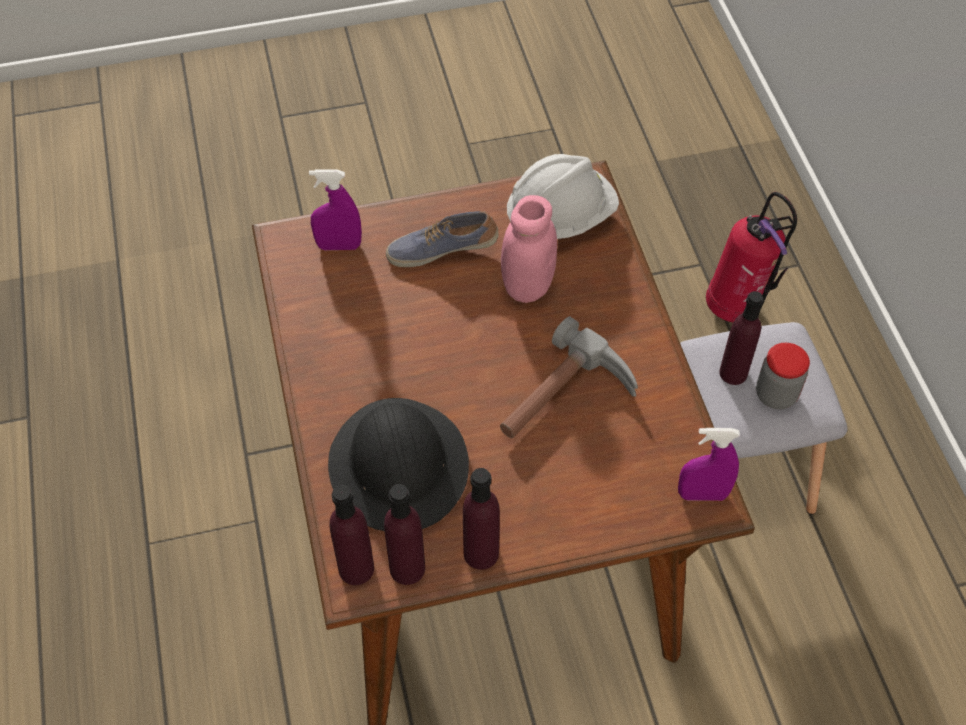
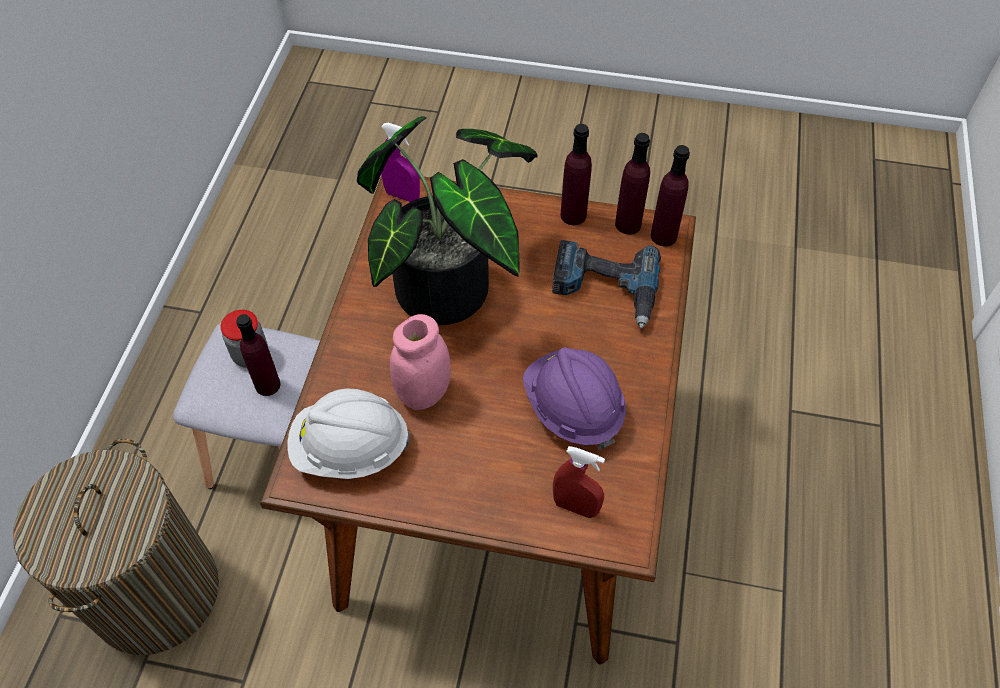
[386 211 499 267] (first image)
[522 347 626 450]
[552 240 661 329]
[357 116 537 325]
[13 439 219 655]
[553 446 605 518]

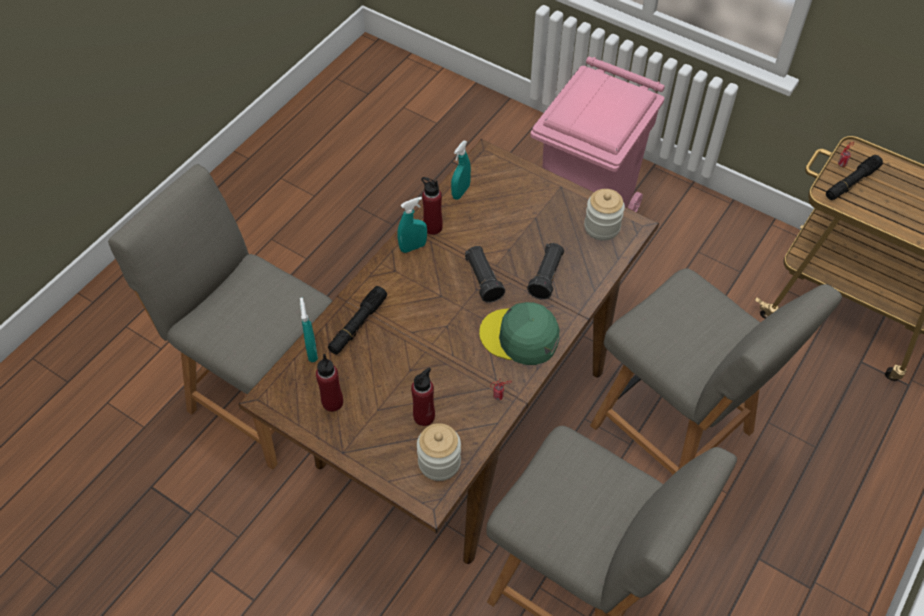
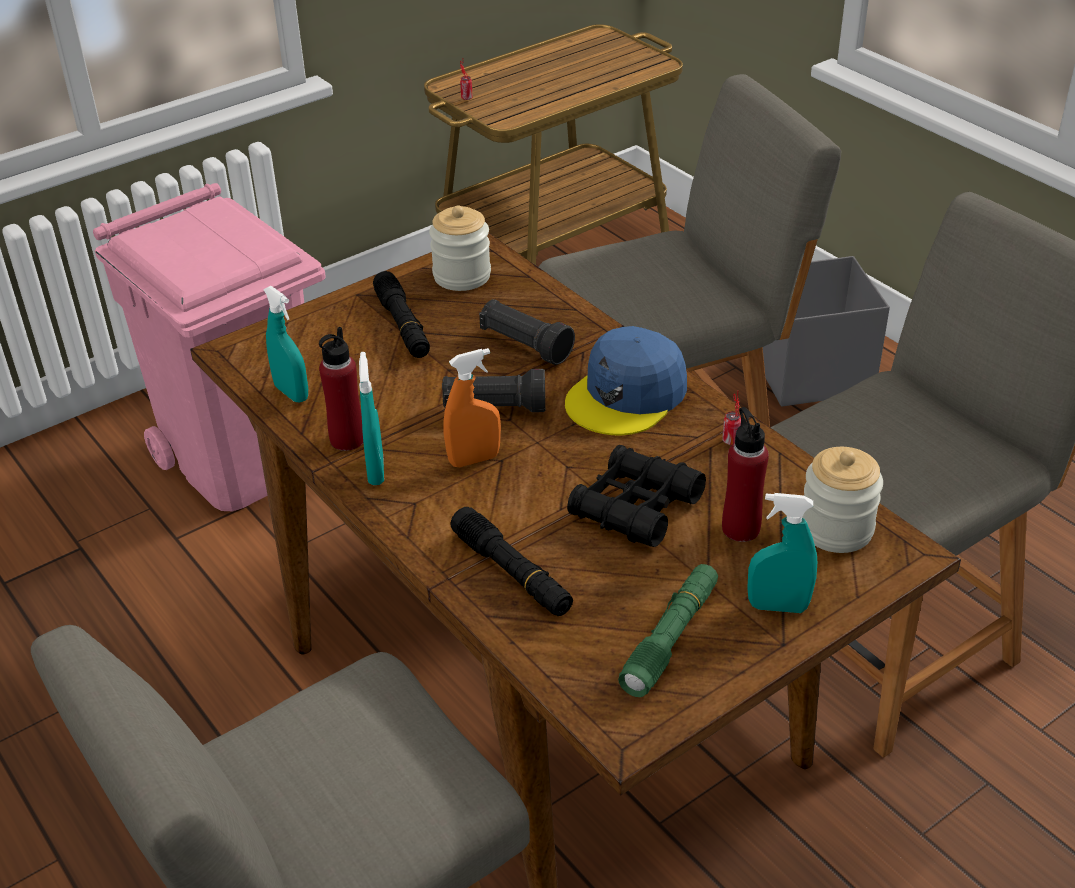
[444 348 501 467]
[567 445 706 547]
[763 256 890 407]
[747 493 817 613]
[373 271 430 358]
[618 564 718 697]
[565 326 687 435]

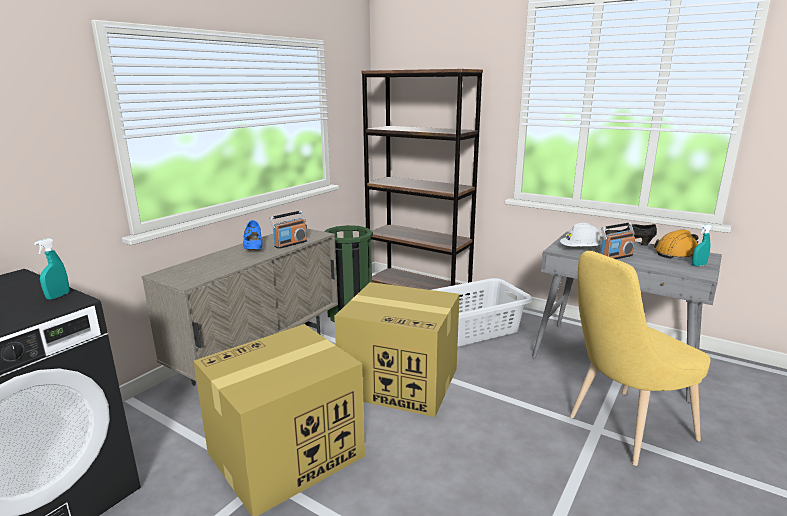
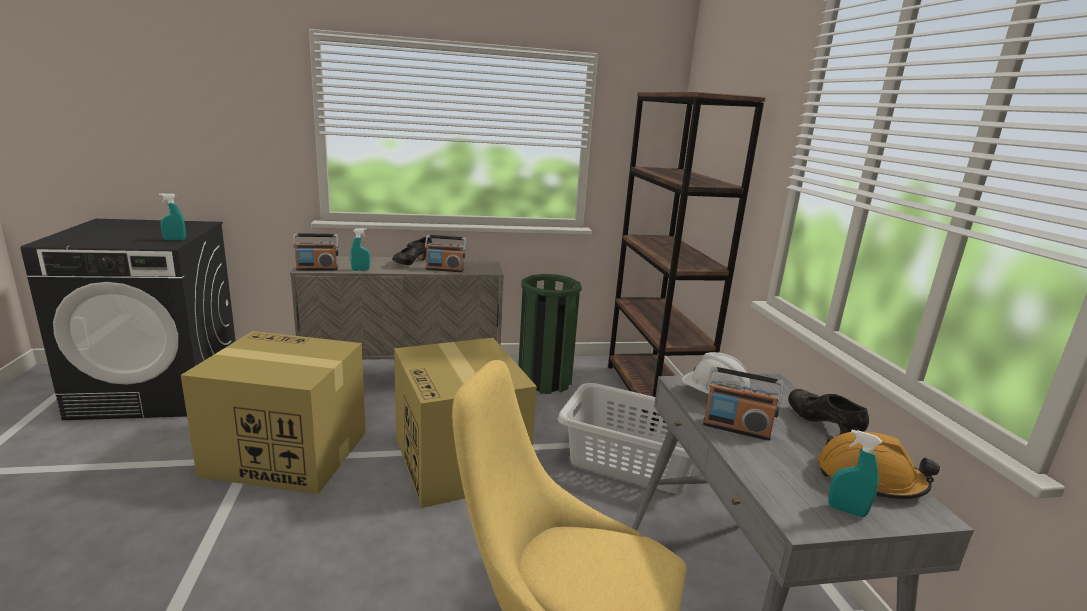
[293 233 339 271]
[350 228 370 271]
[392 237 432 265]

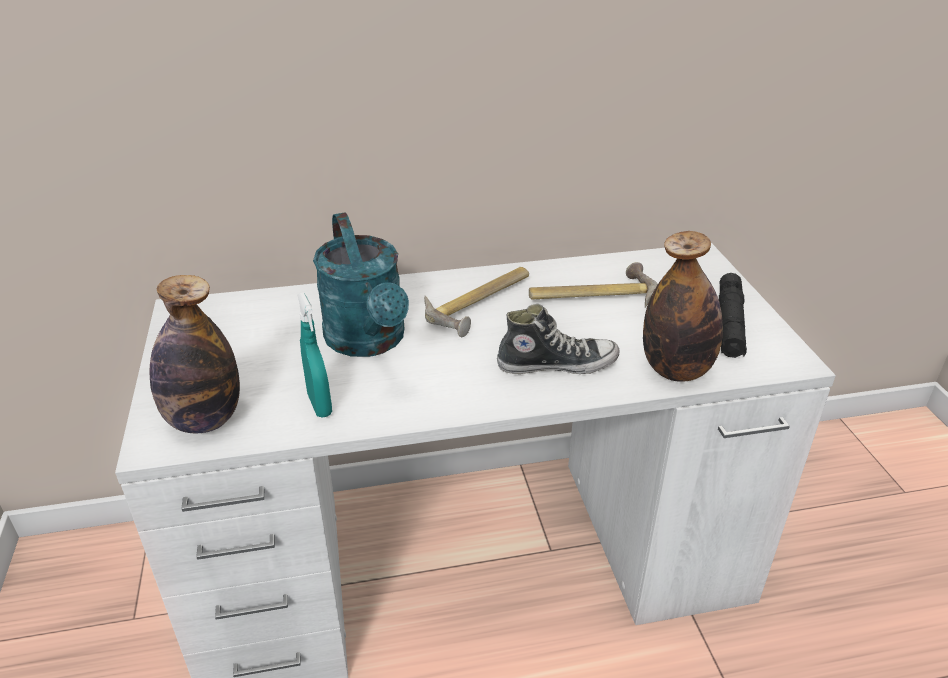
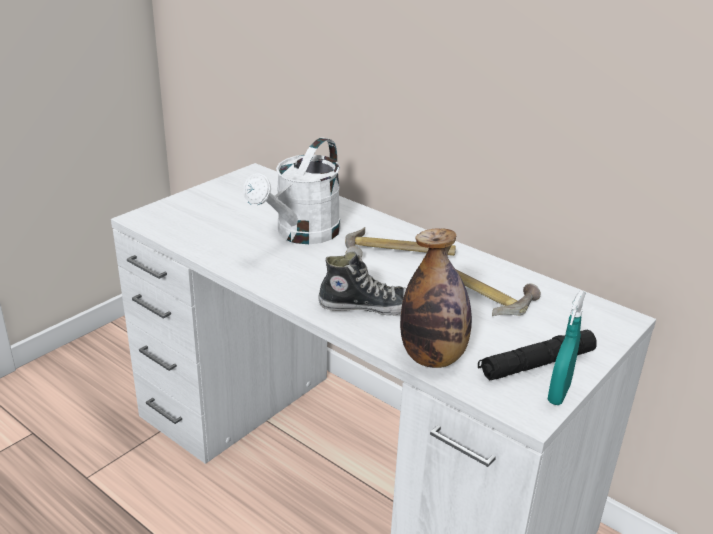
[150 275 240 434] (first image)
[547 290 586 405]
[243 137 341 244]
[318 252 407 316]

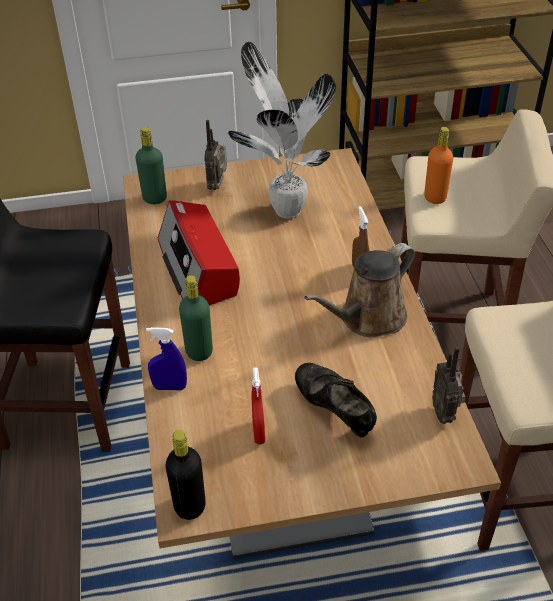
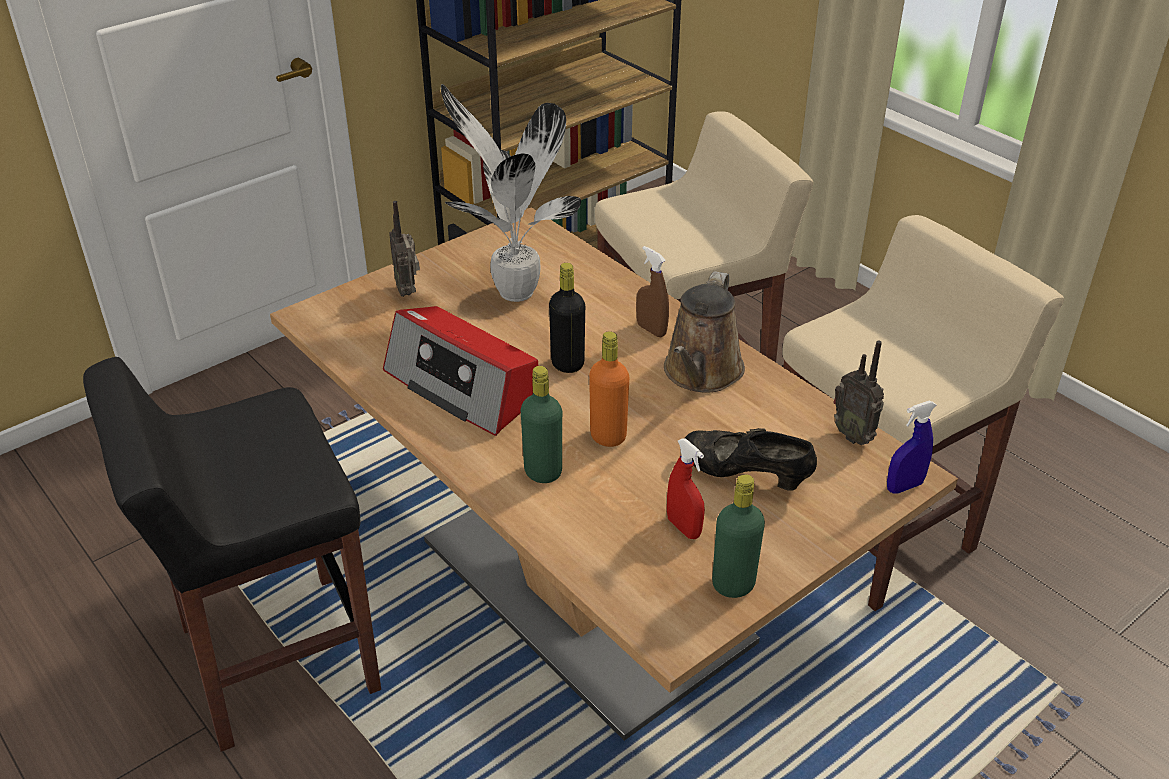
[712 474 765 598]
[887 401 937 494]
[549 263 585 373]
[589 331 629 447]

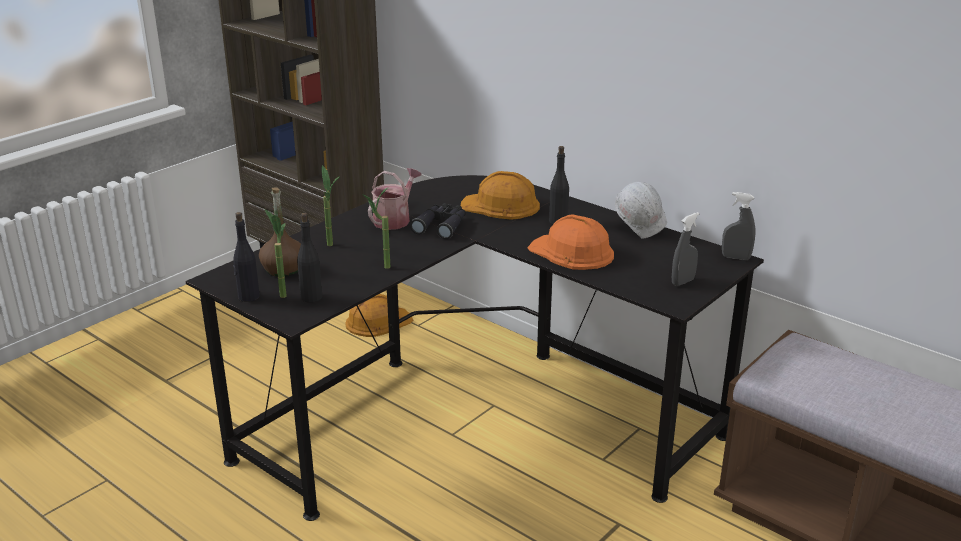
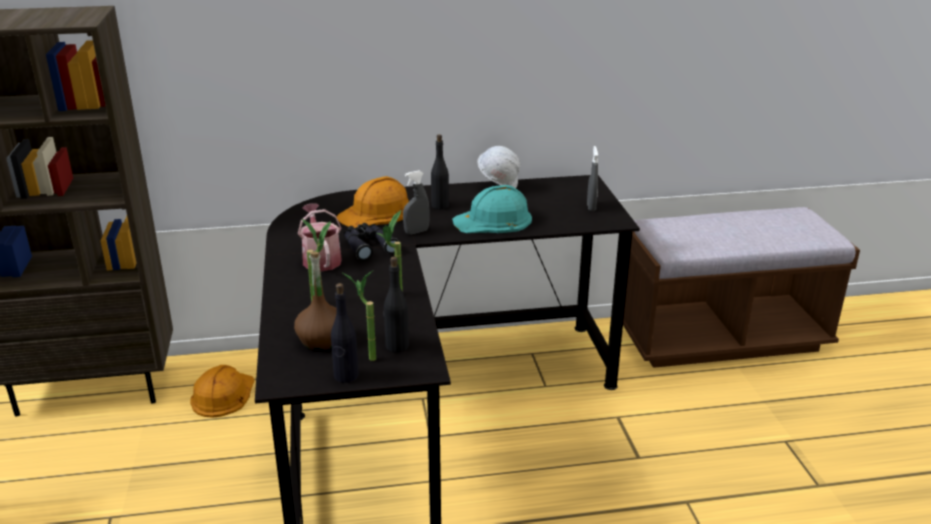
[403 170 430 234]
[452 185 532 233]

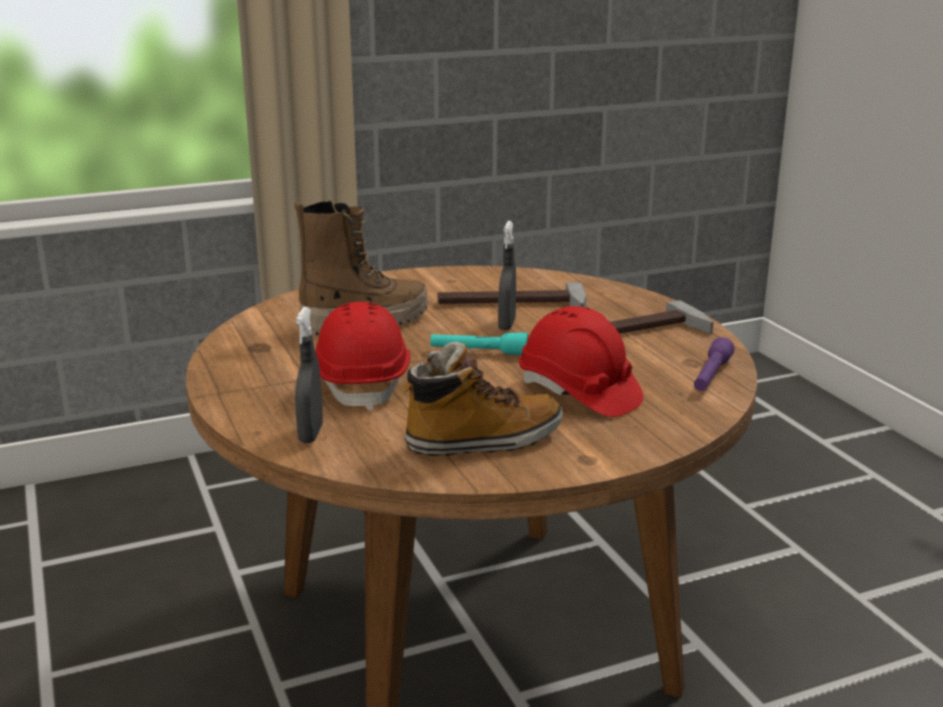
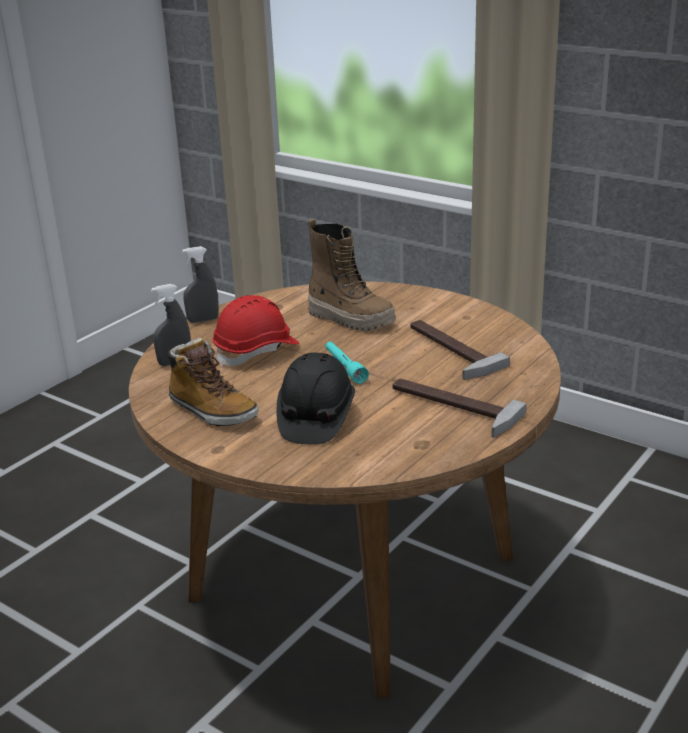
[694 337 735 391] (first image)
[182 246 219 323]
[276 353 355 445]

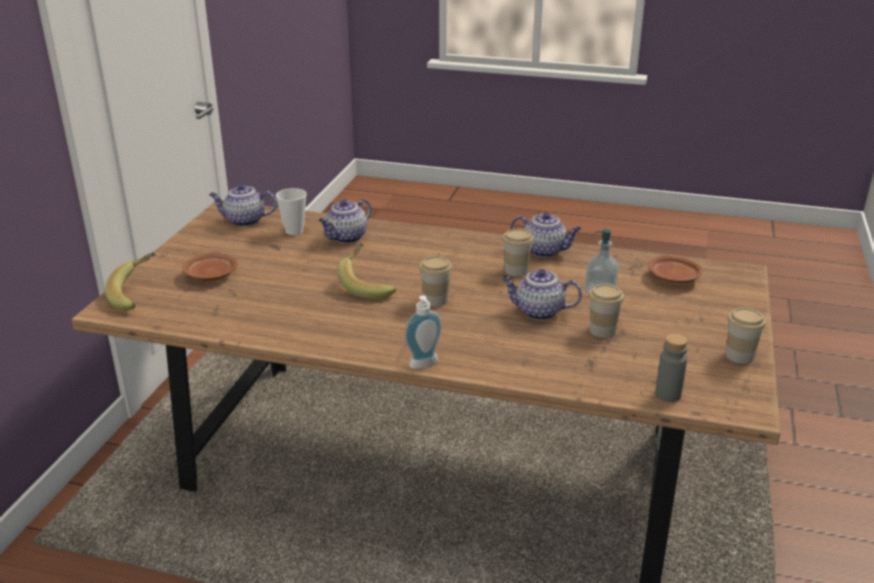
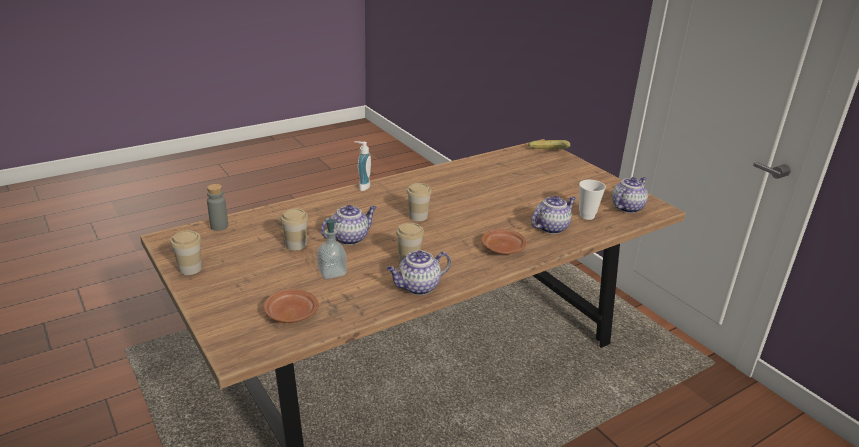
[338 243 396 299] (first image)
[482 229 527 254]
[531 196 576 234]

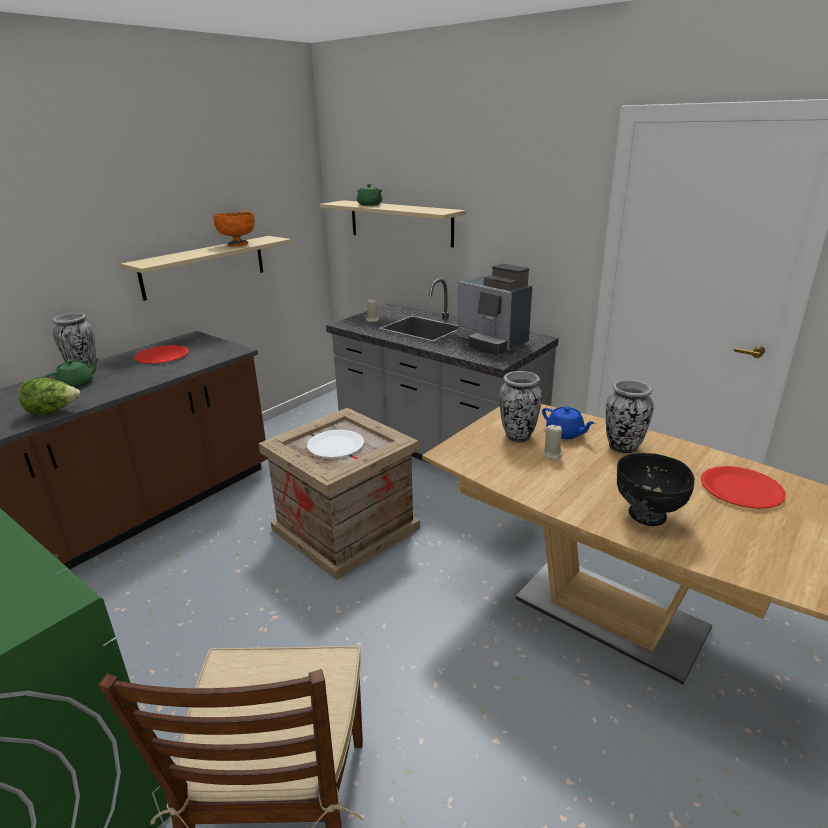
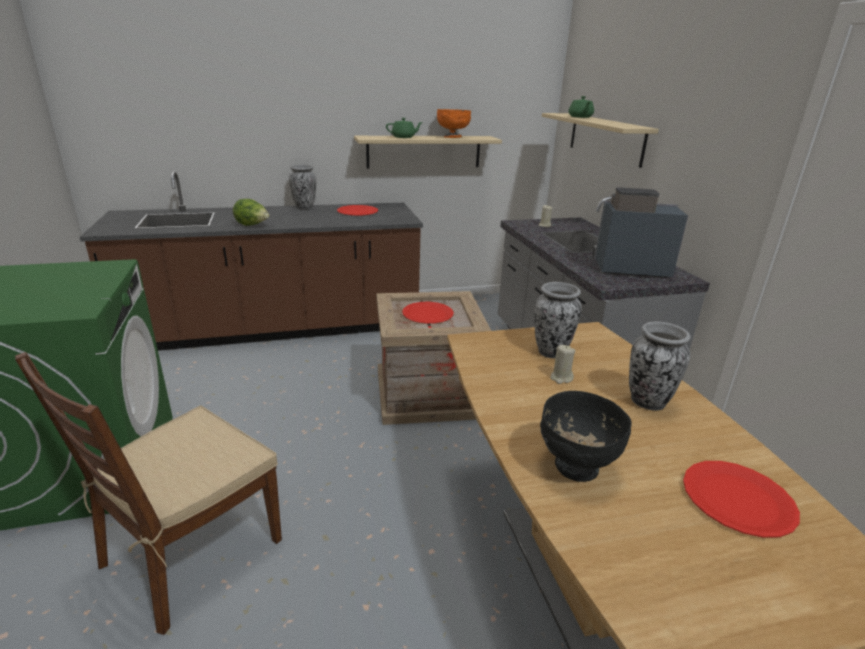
[542 406 595 439] (first image)
[386 118 423 138]
[402 302 454 324]
[592 187 688 278]

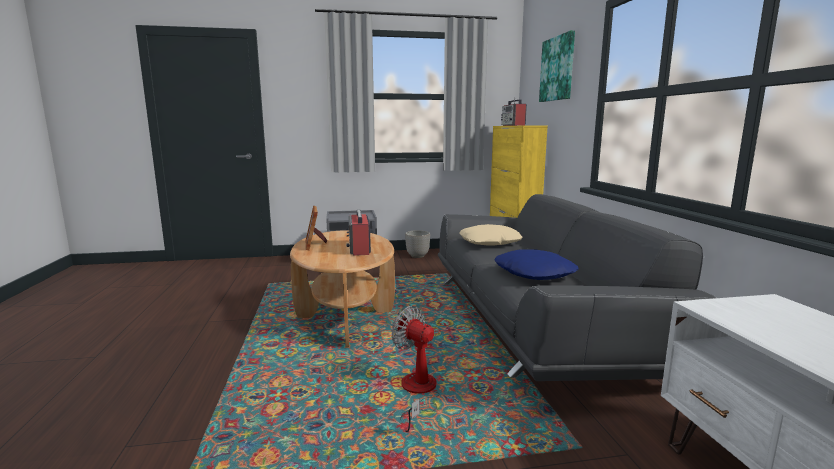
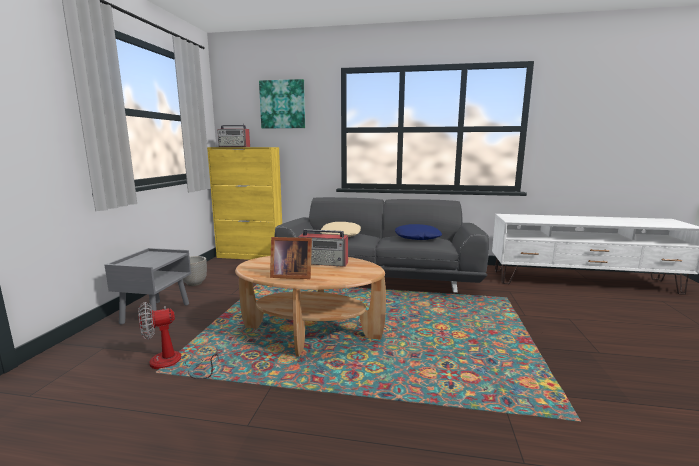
[138 302 219 379]

